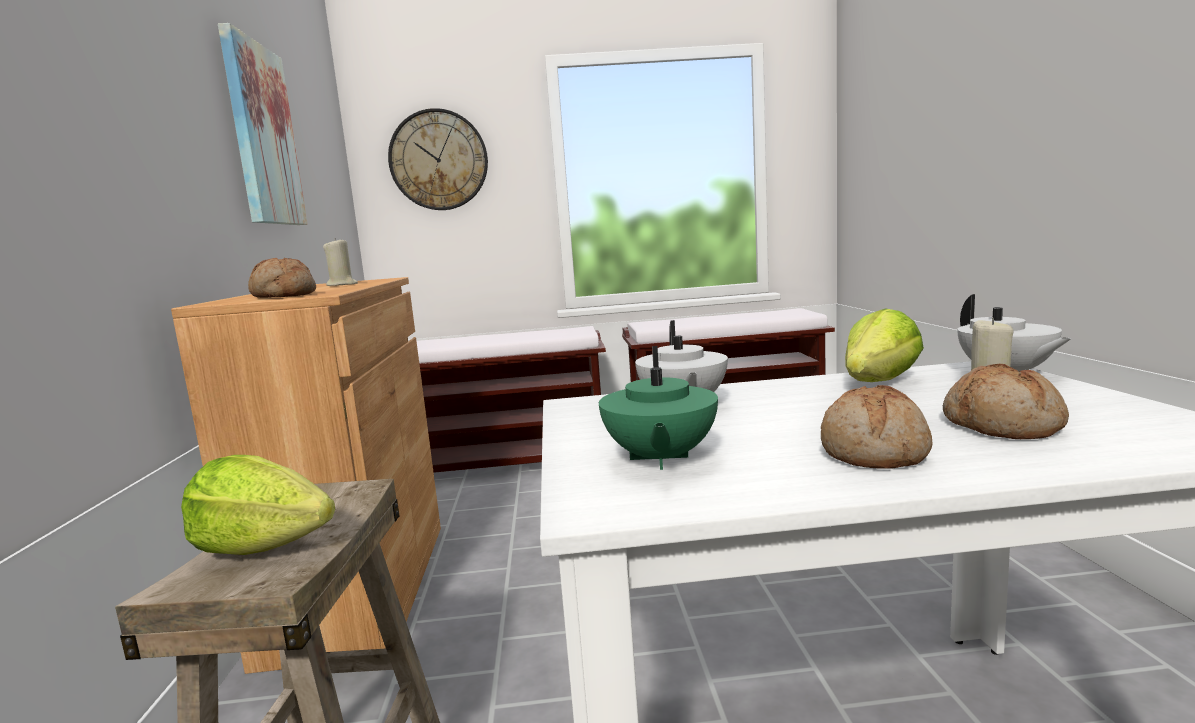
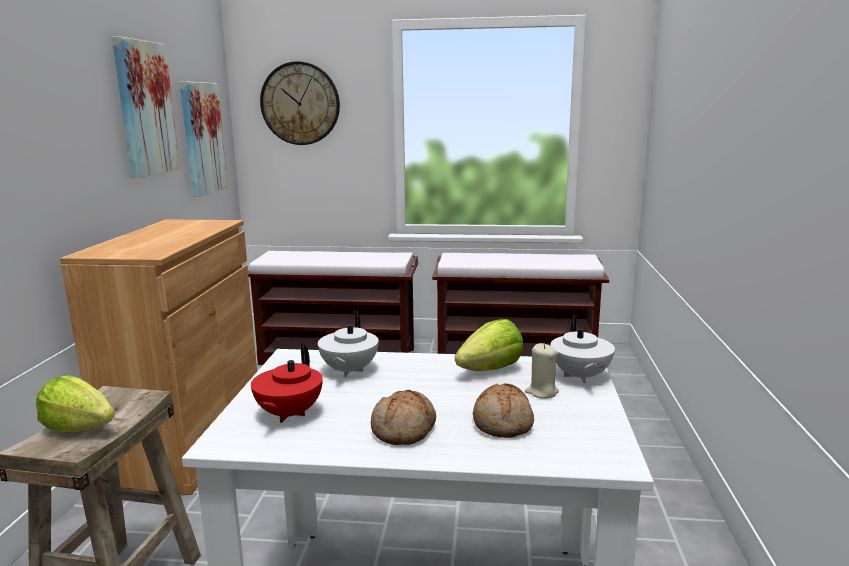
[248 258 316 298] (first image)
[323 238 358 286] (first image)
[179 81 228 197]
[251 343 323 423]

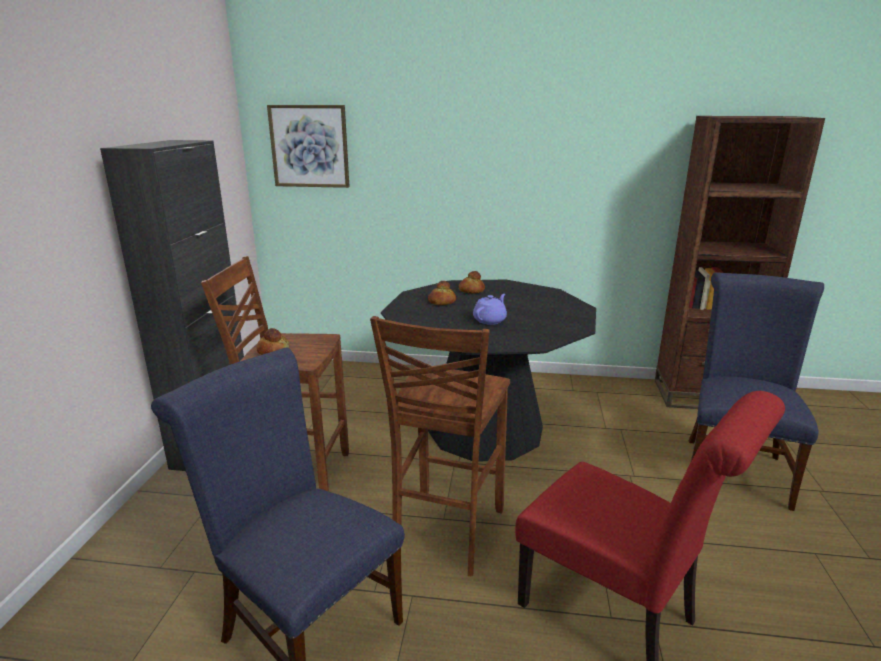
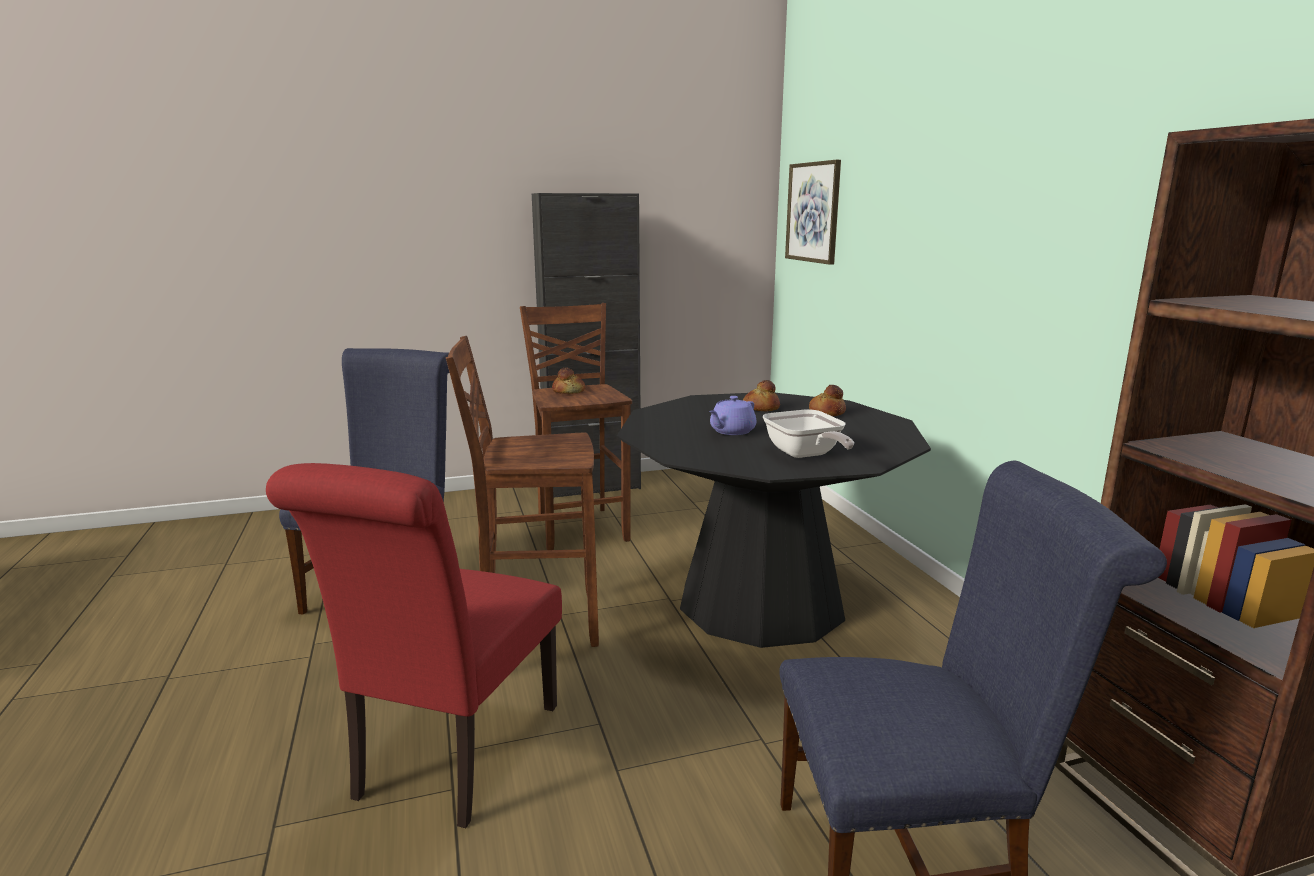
[763 409 854 458]
[709 396 756 435]

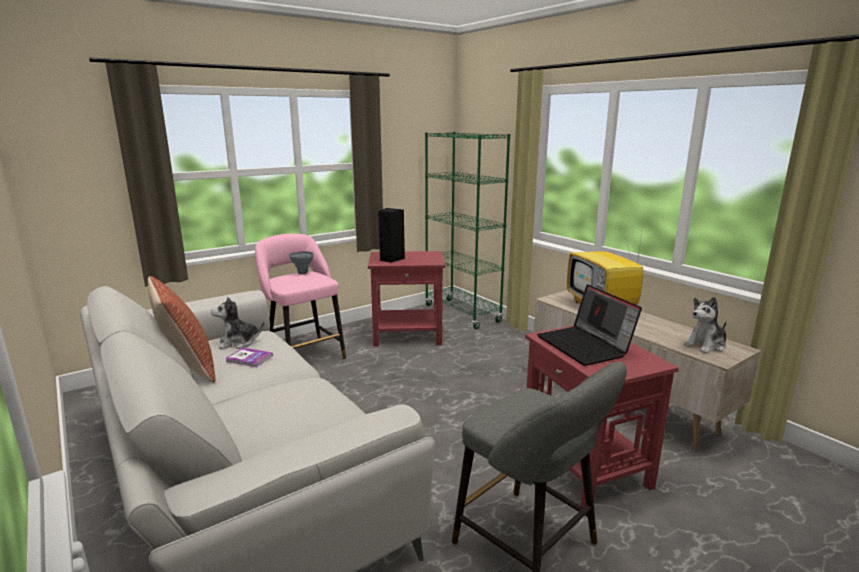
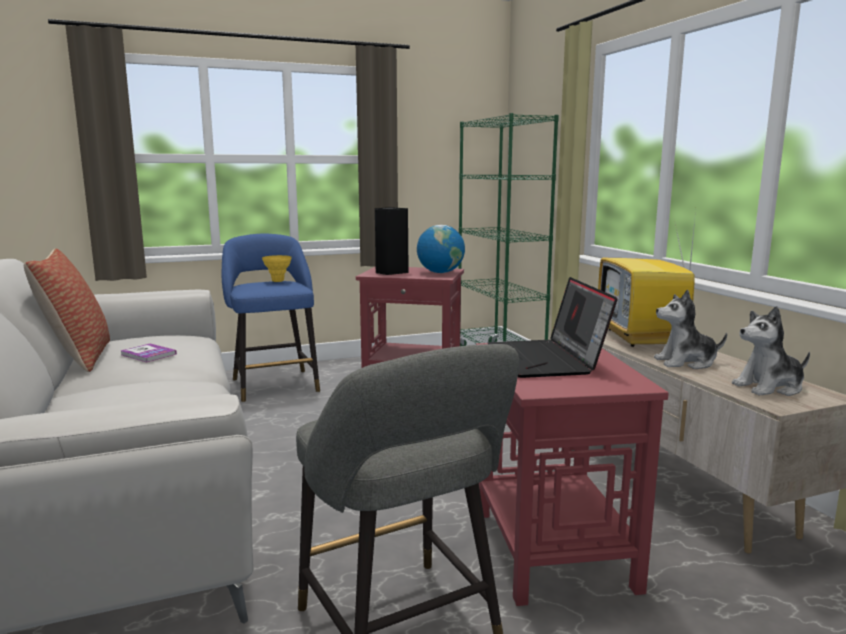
[417 225 465 273]
[654 290 727 369]
[222 234 320 402]
[262 255 291 282]

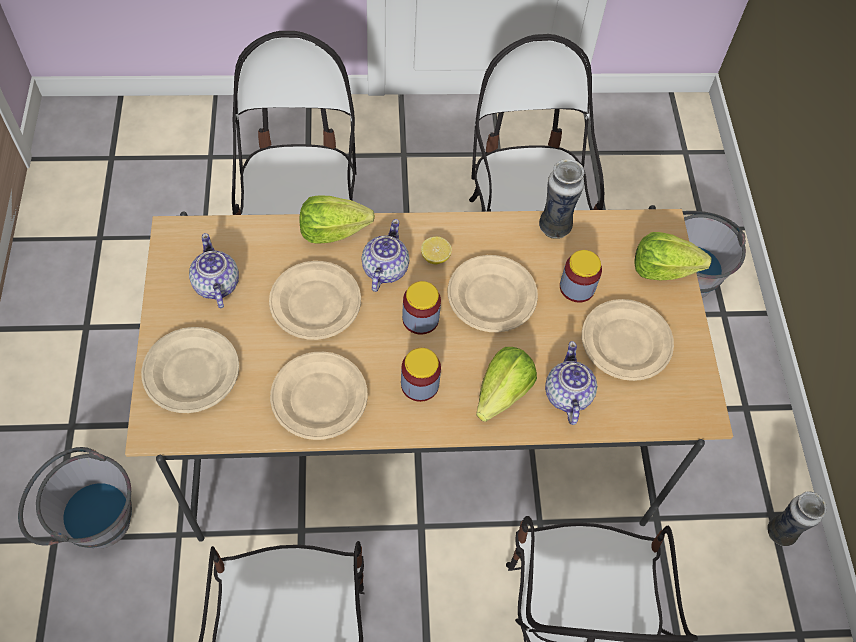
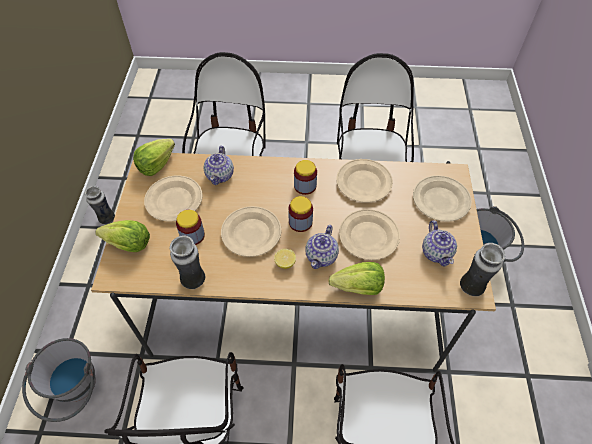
[460 243 505 296]
[133 139 175 176]

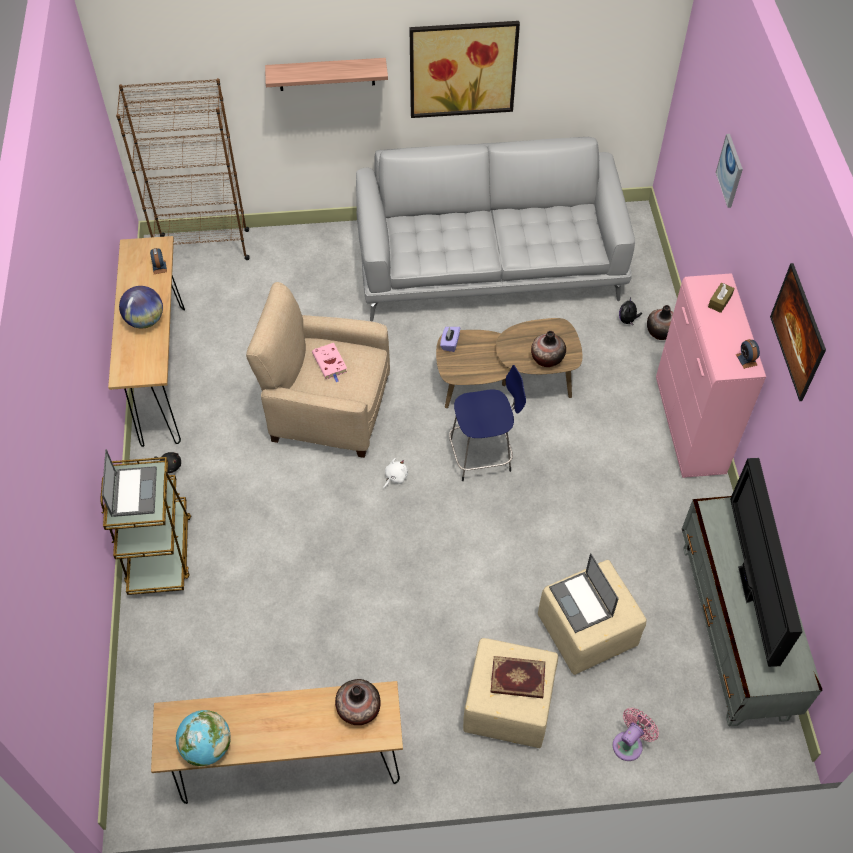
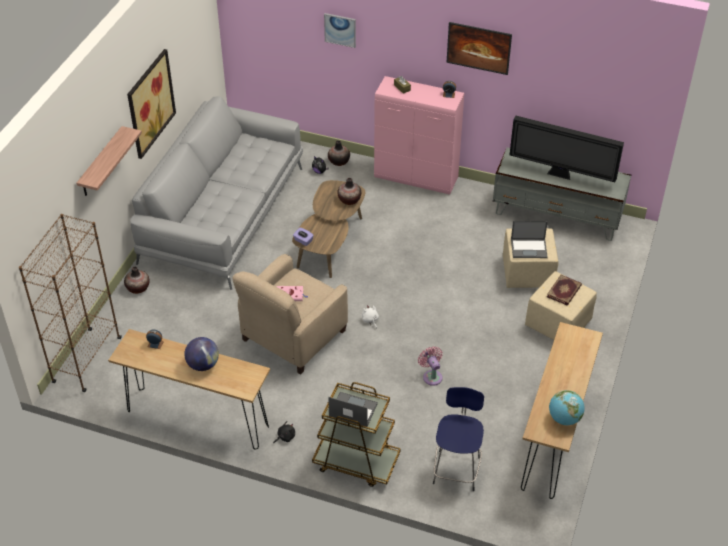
[124 267 150 294]
[433 387 484 491]
[418 346 443 386]

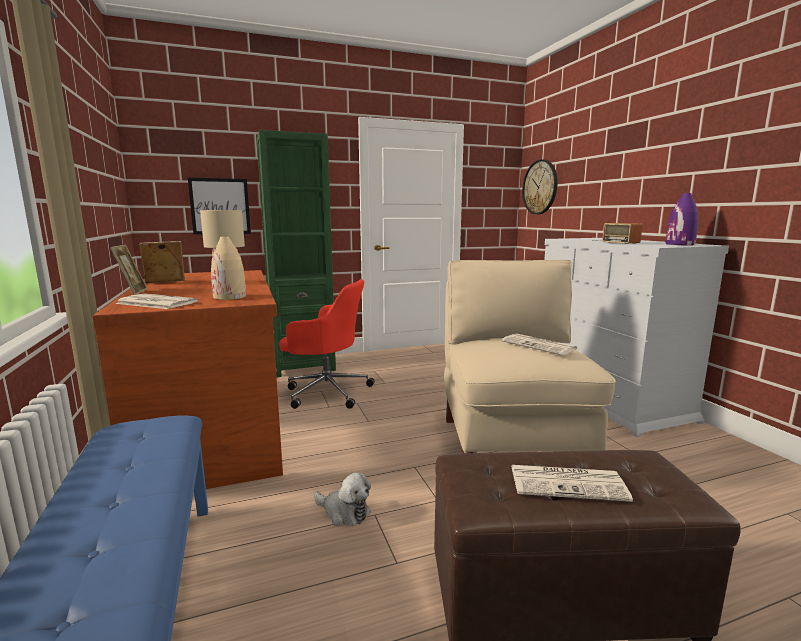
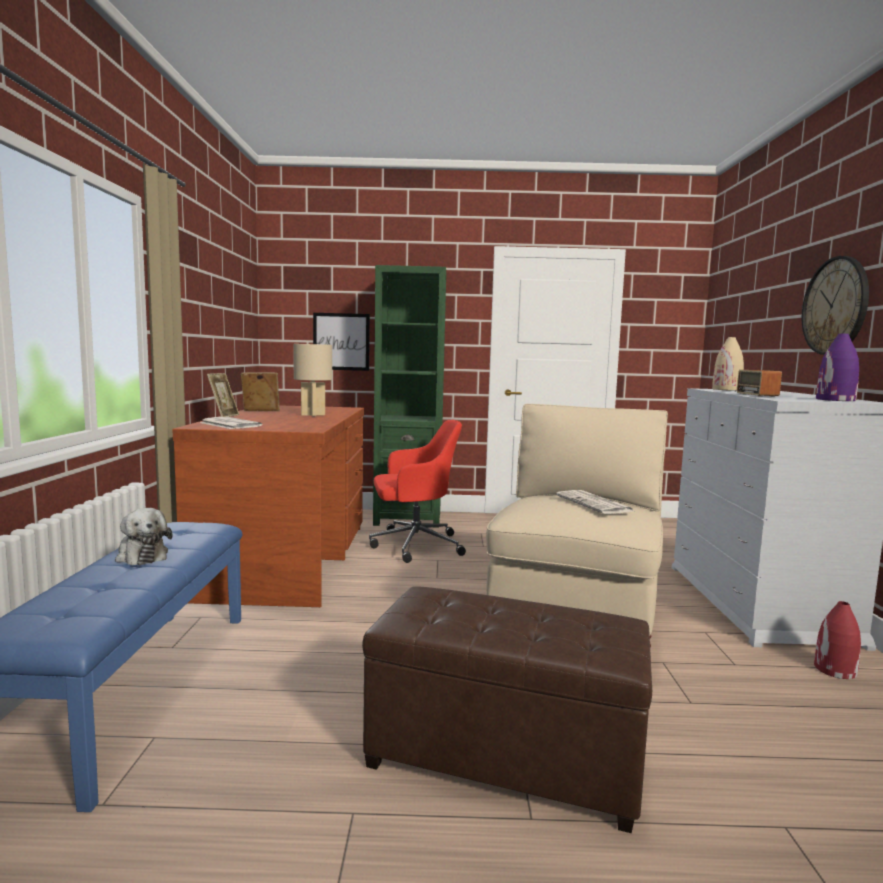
[511 465 633 502] (first image)
[814 601 861 679]
[712 337 744 391]
[115 508 173 565]
[802 256 869 355]
[369 420 466 563]

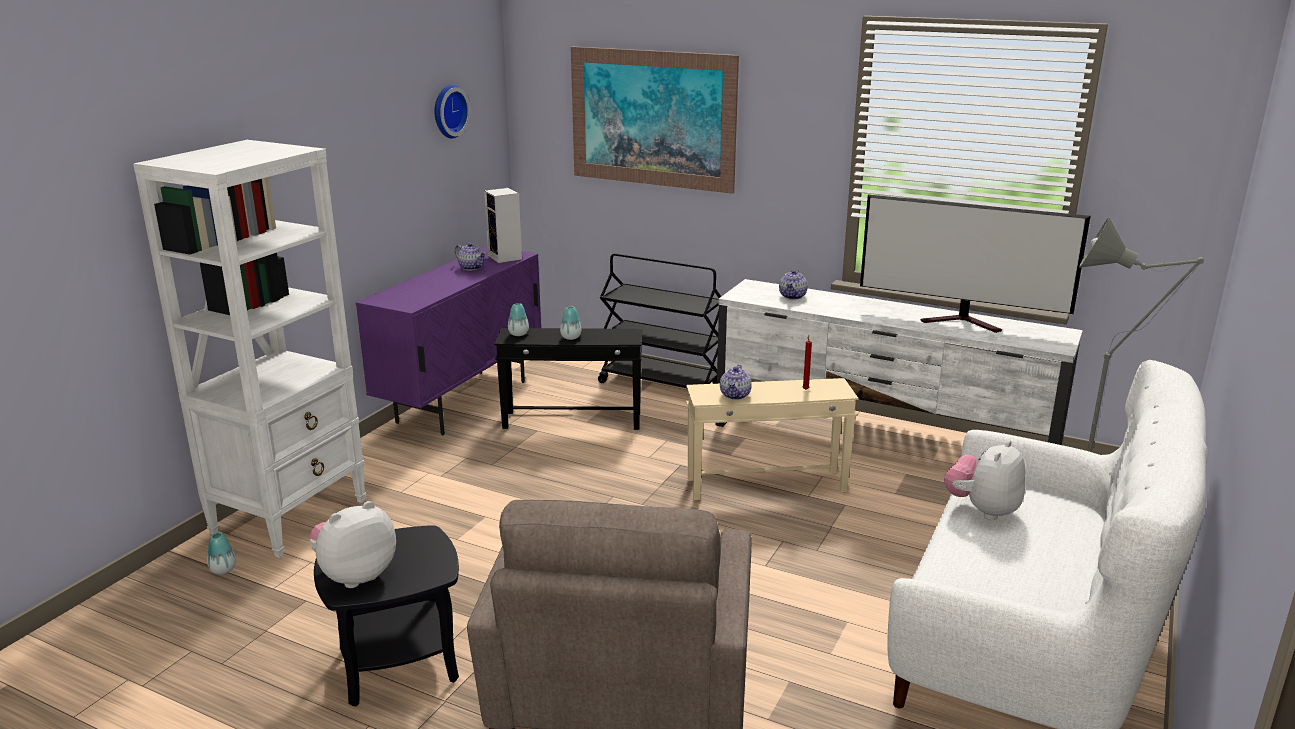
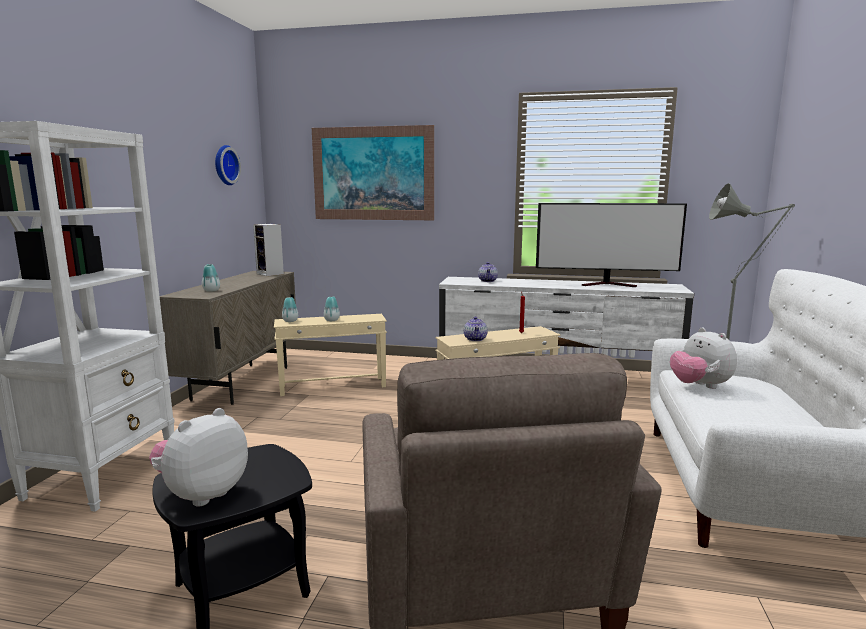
[455 243 486 270] (first image)
[598 253 721 388] (first image)
[202 264 220 292]
[159 271 296 405]
[274 314 387 396]
[670 327 737 389]

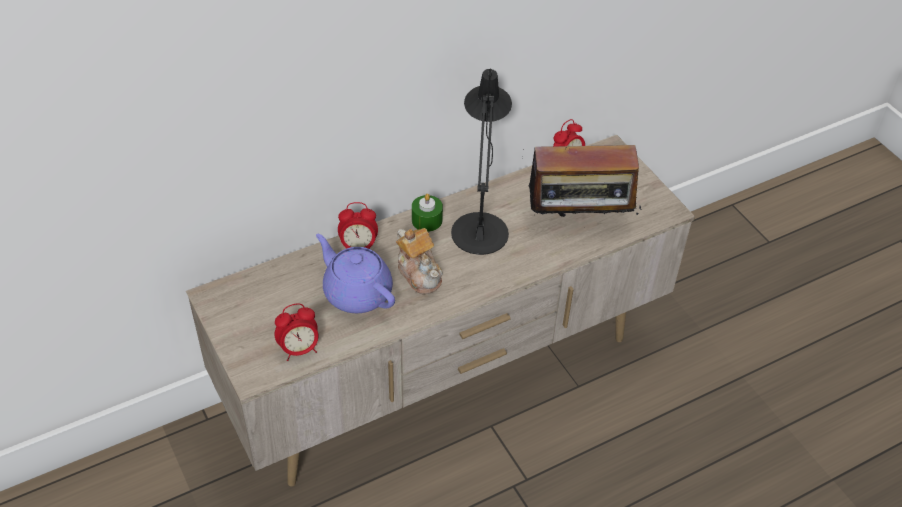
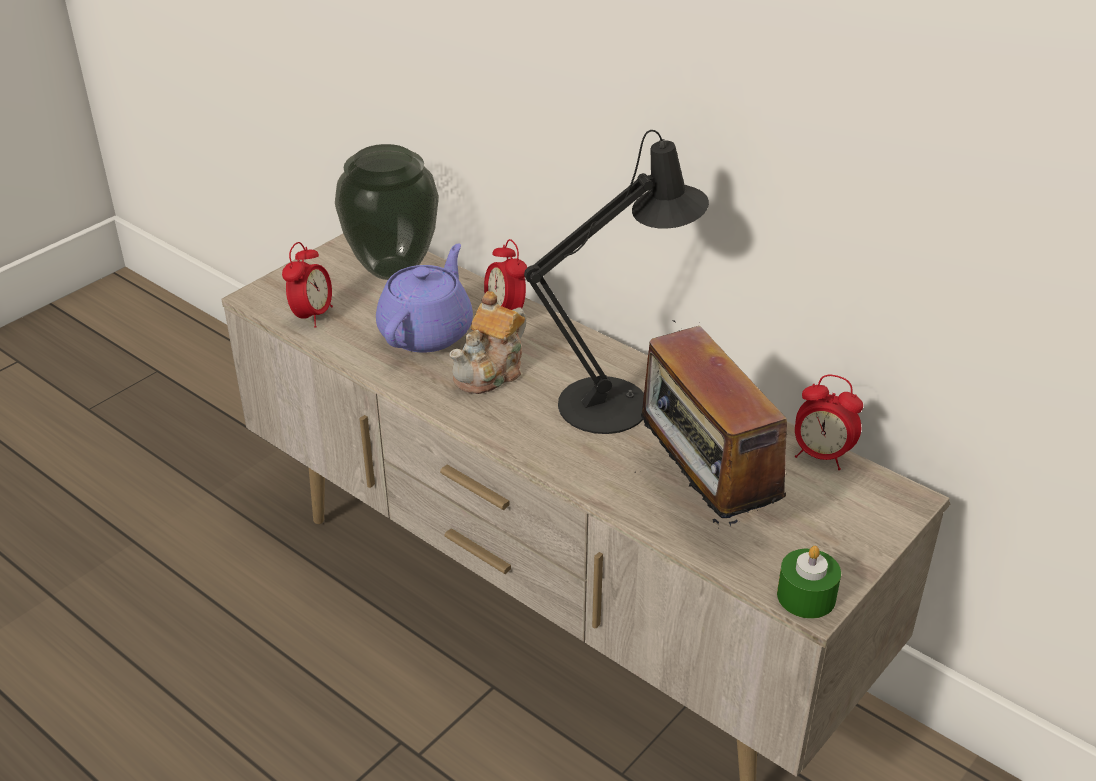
[335 144 439 280]
[777 546 841 619]
[282 242 333 328]

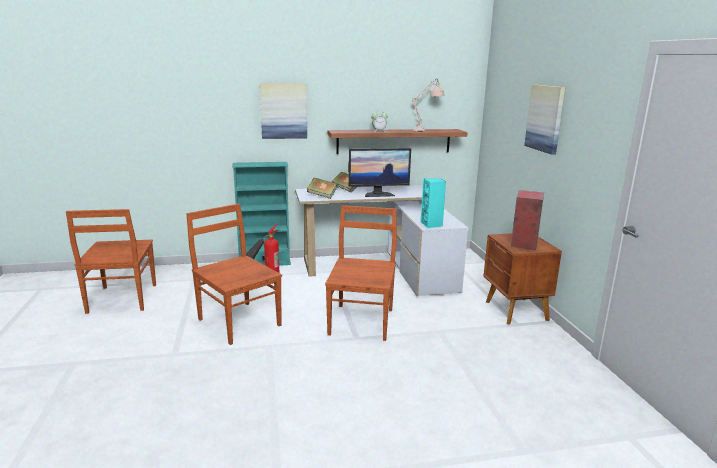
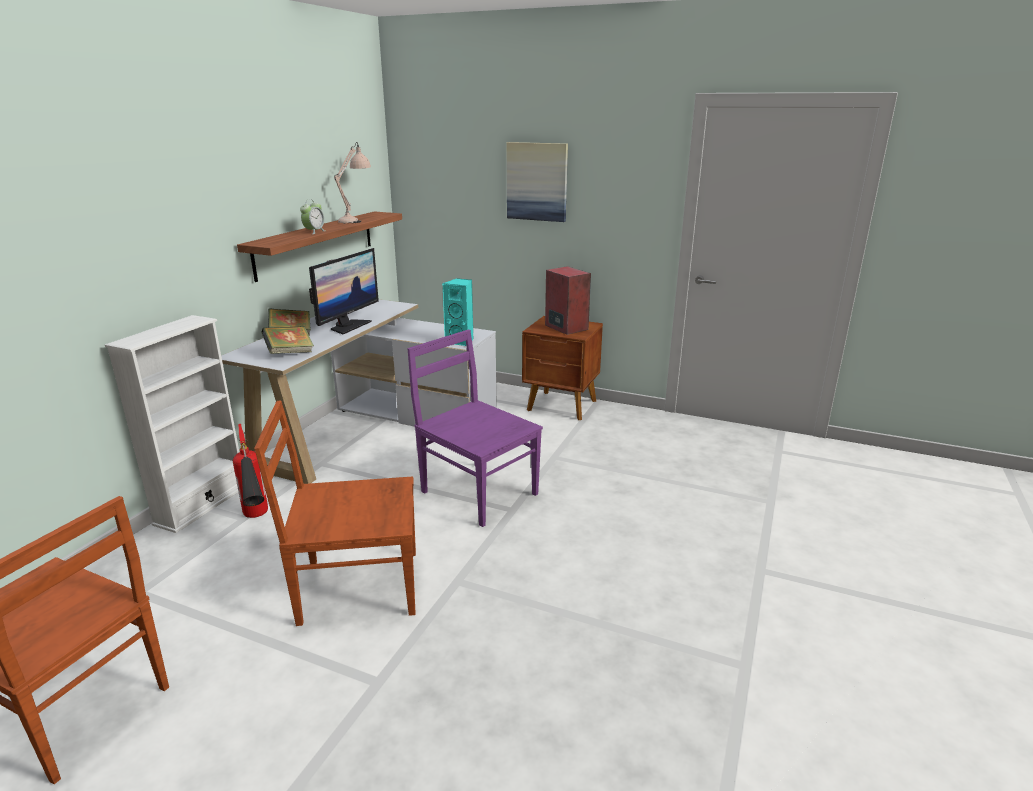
[260 83 307 139] (first image)
[105 315 239 533]
[407 330 543 527]

